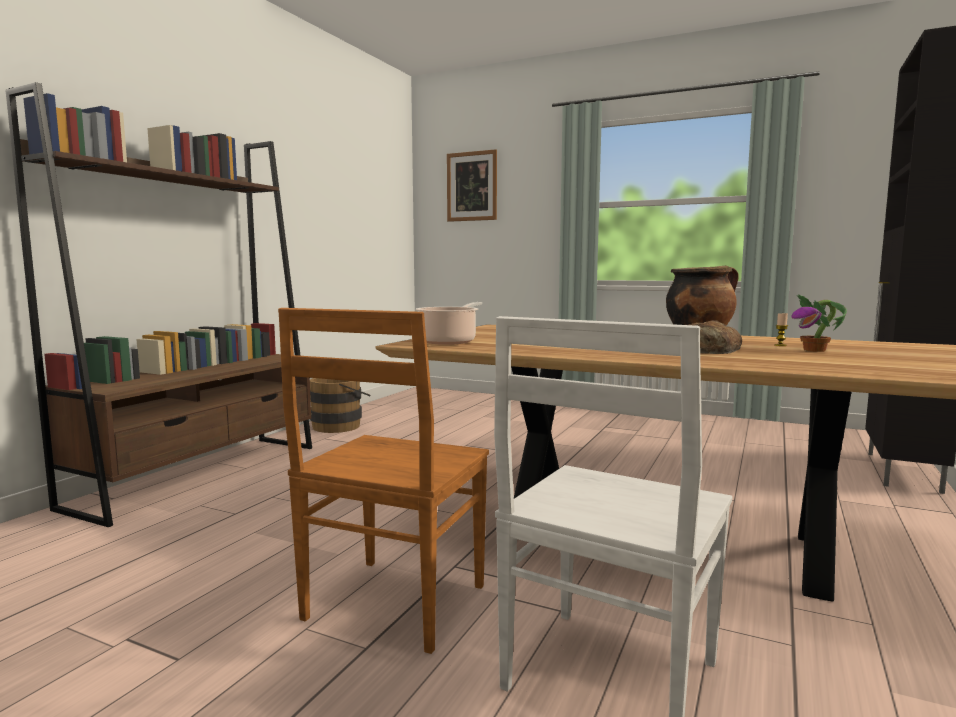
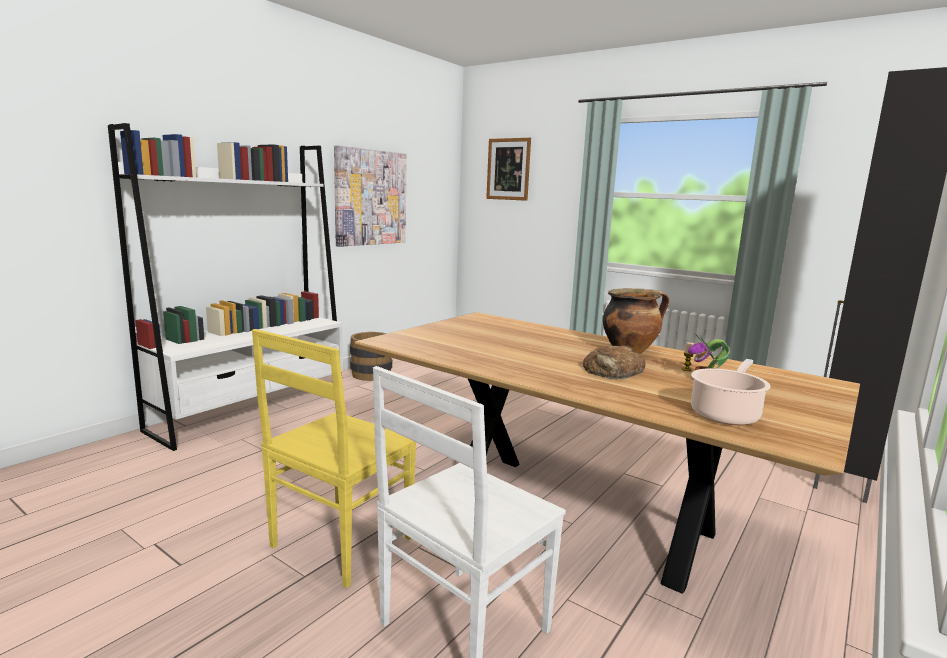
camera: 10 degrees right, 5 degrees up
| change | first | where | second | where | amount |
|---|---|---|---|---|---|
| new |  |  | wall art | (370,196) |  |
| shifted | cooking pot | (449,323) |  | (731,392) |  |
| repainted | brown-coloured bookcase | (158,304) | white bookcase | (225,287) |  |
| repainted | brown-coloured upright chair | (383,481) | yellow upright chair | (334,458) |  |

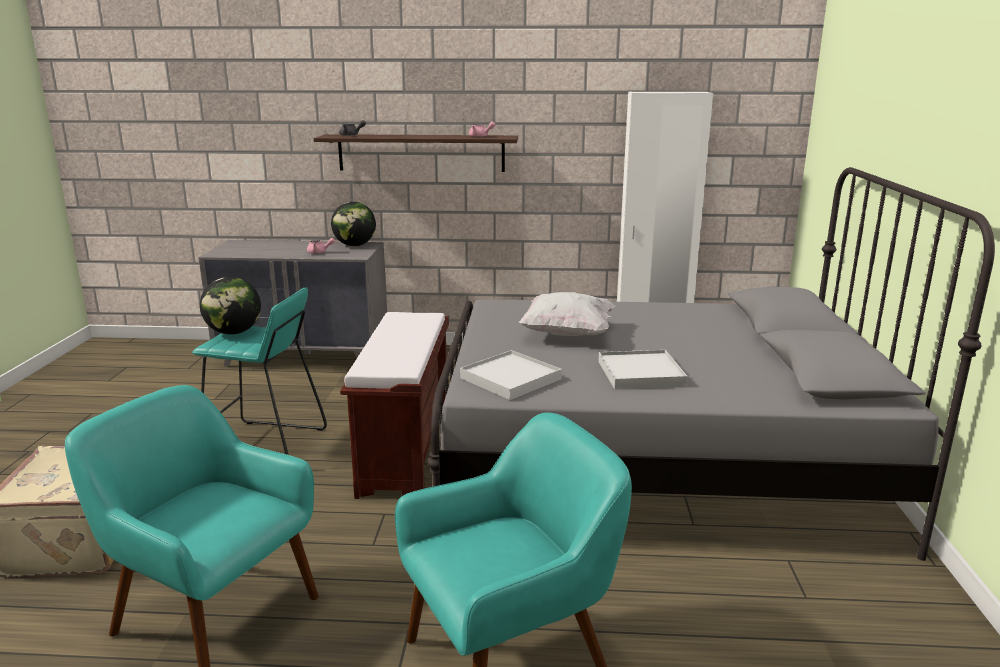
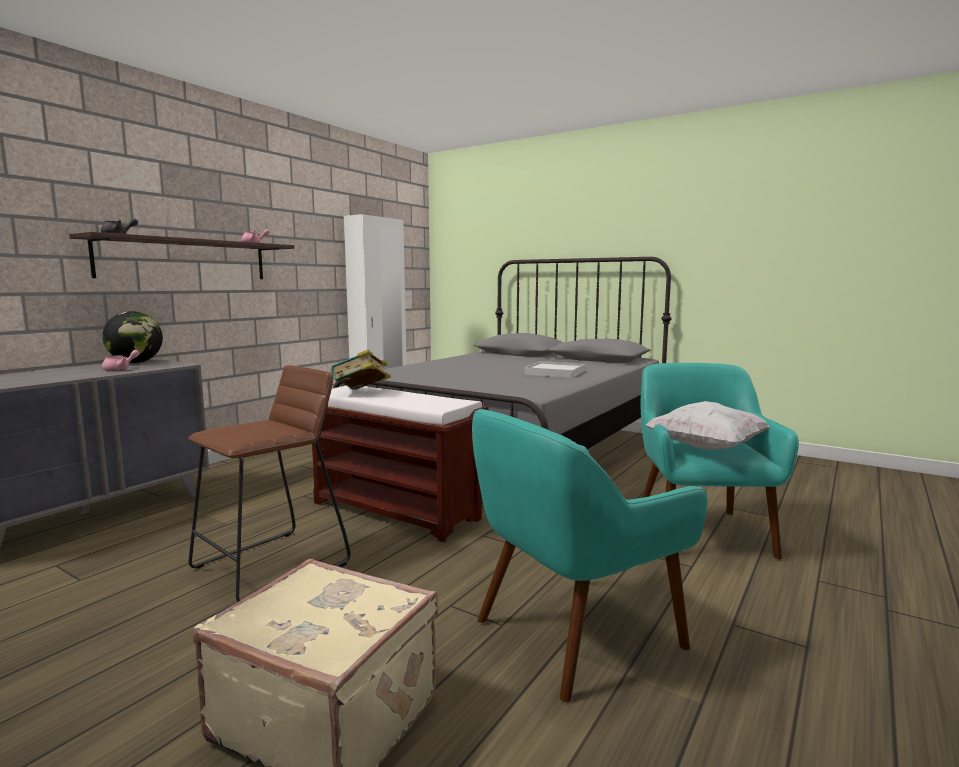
camera: 60 degrees left, 10 degrees down
| change | first | where | second | where | amount |
|---|---|---|---|---|---|
| gone | world globe | (230,305) |  |  |  |
| gone | white serving tray | (511,375) |  |  |  |
| new |  |  | volume | (361,370) |  |
| shifted | white throw pillow | (567,314) |  | (708,425) |  |
| repainted | turquoise-coloured stool | (259,371) | brown-coloured stool | (269,483) |  |

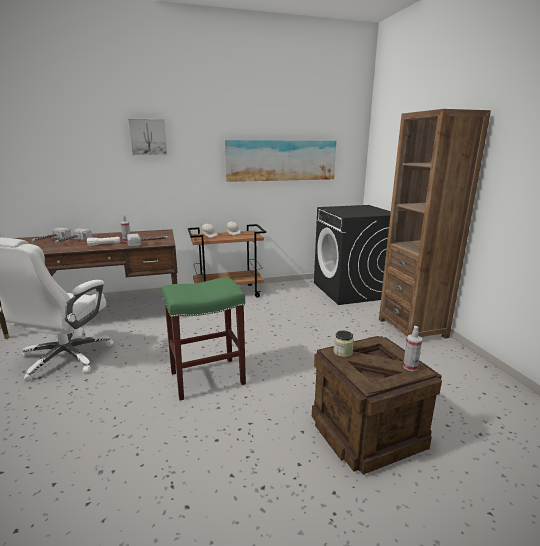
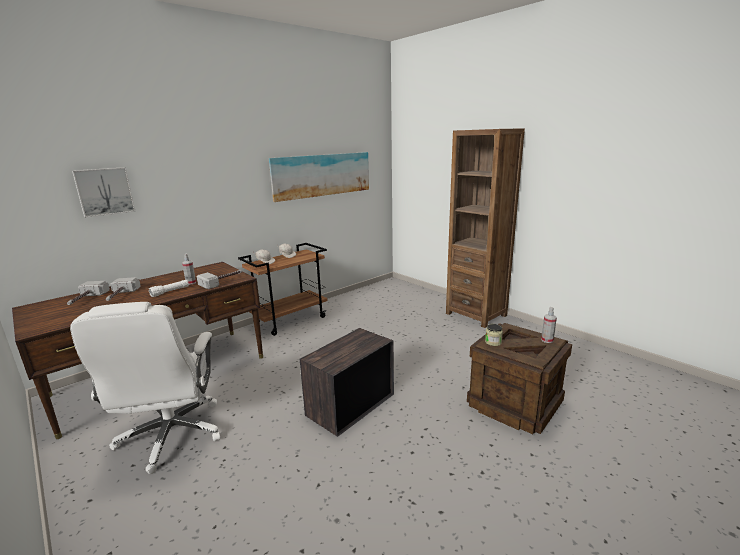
camera: 25 degrees left, 0 degrees up
| change | first | where | second | where | amount |
|---|---|---|---|---|---|
| gone | black-coloured laundry appliance | (352,255) |  |  |  |
| shifted | wall art | (148,137) |  | (103,192) |  |
| swapped | green-coloured stool | (204,338) | packing crate | (347,382) |  |

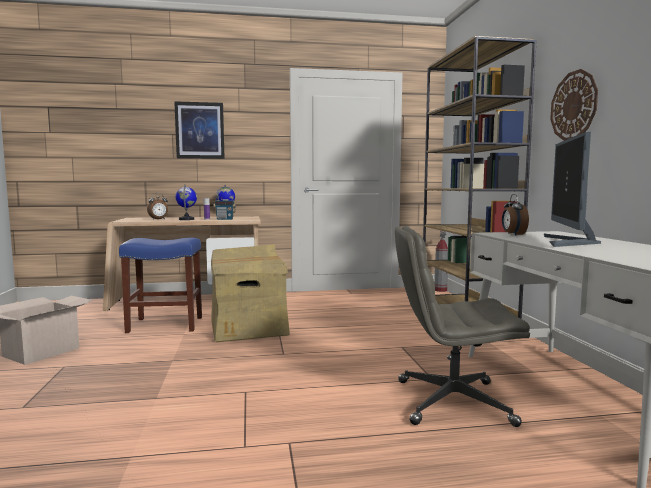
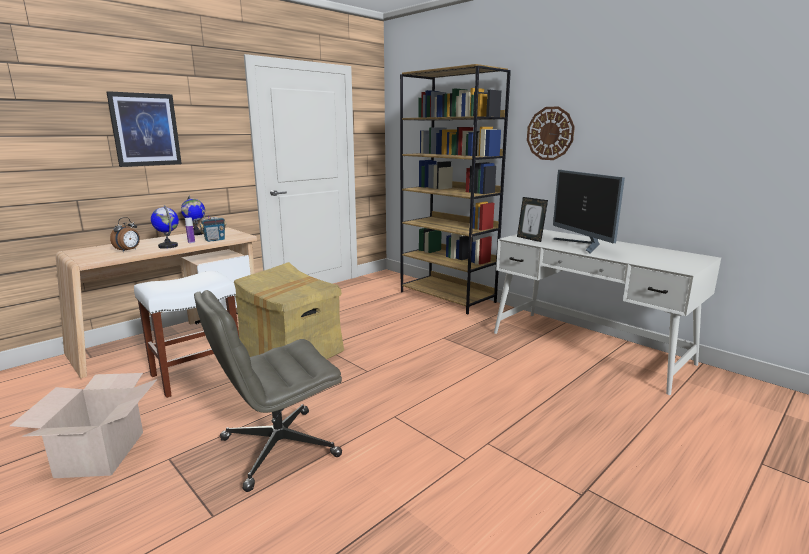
camera: 35 degrees left, 10 degrees up
| change | first | where | second | where | amount |
|---|---|---|---|---|---|
| gone | extinguisher | (441,261) |  |  |  |
| shifted | gray computer chair | (462,326) |  | (268,391) |  |
| swapped | alarm clock | (515,215) | standing frame | (532,219) |  |
| repainted | blue-coloured stool | (160,285) | white stool | (186,334) |  |

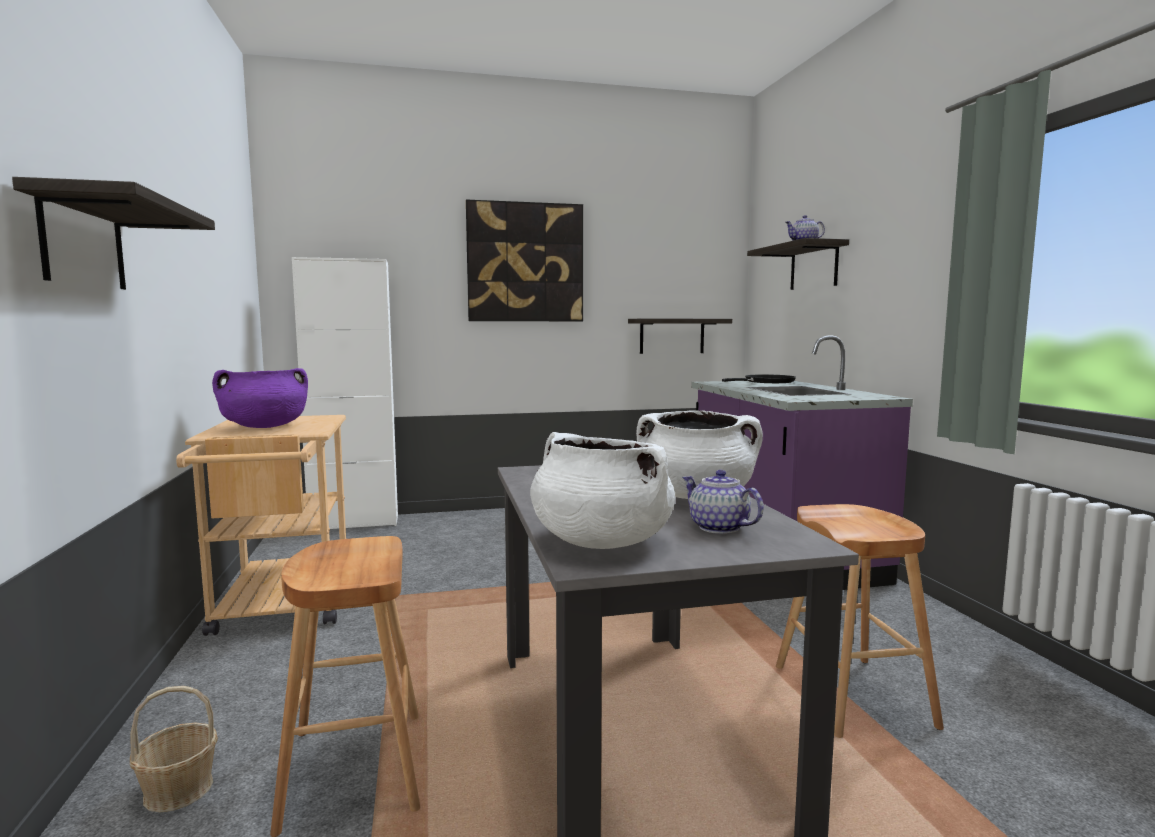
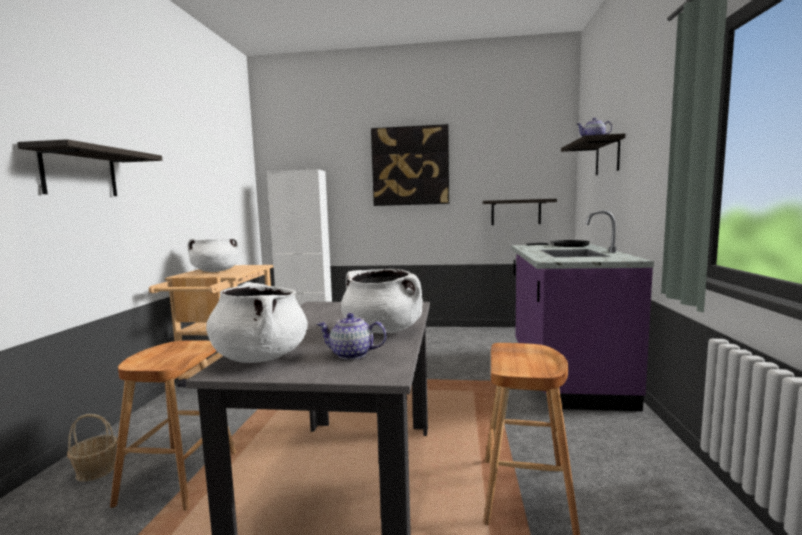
camera: 20 degrees right, 0 degrees up
| change | first | where | second | where | amount |
|---|---|---|---|---|---|
| repainted | purple cooking pot | (260,398) | white cooking pot | (213,254) |  |
| rotated | teapot | (723,502) |  | (352,336) | 60 degrees counterclockwise |

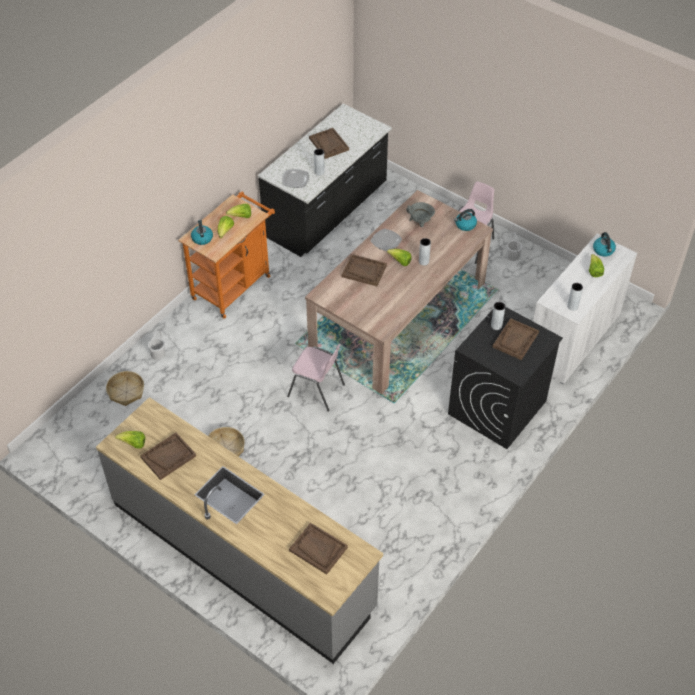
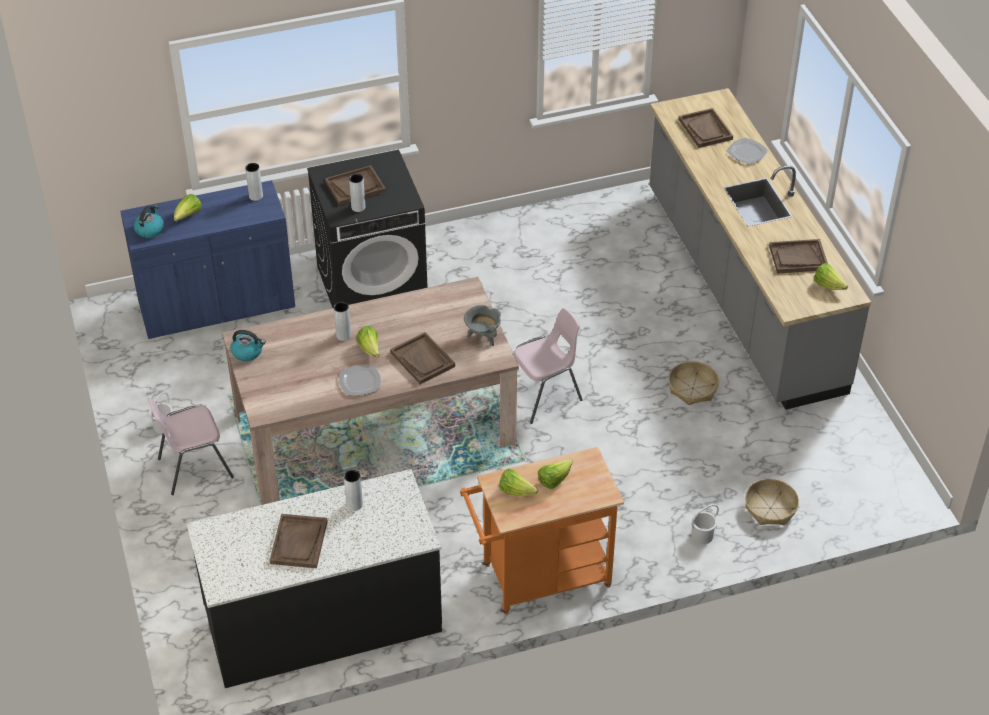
camera: 145 degrees left, 5 degrees down
| change | first | where | second | where | amount |
|---|---|---|---|---|---|
| gone | water kettle | (202,232) |  |  |  |
| shifted | flat dish | (295,178) |  | (747,151) |  |
| shifted | gray cooking pot | (420,214) |  | (482,325) |  |
| repainted | white cabinet | (585,308) | blue-coloured cabinet | (207,259) |  |
| rotated | pink upright chair | (316,378) |  | (548,366) | 90 degrees clockwise |

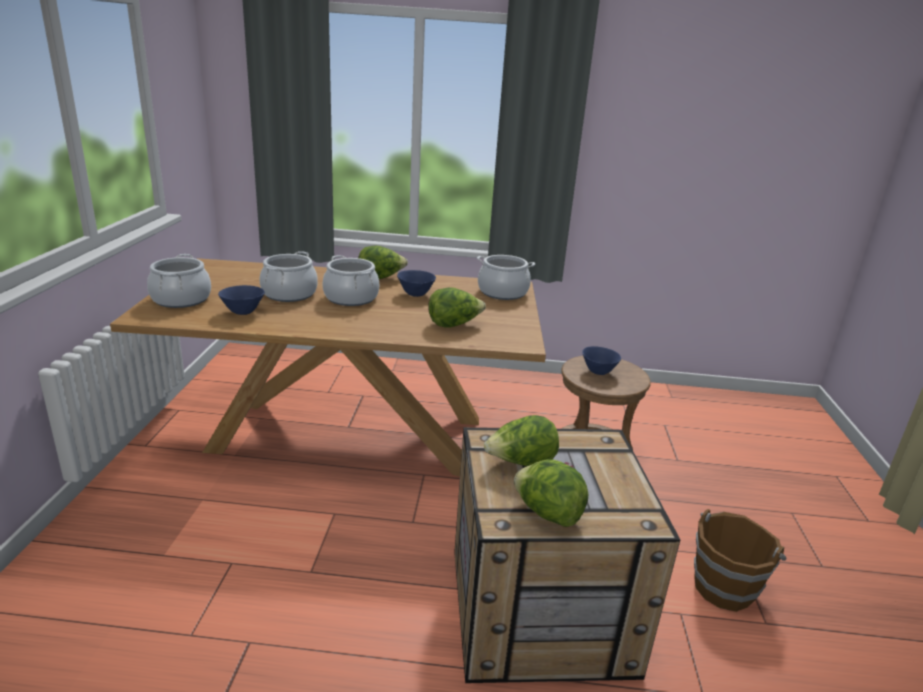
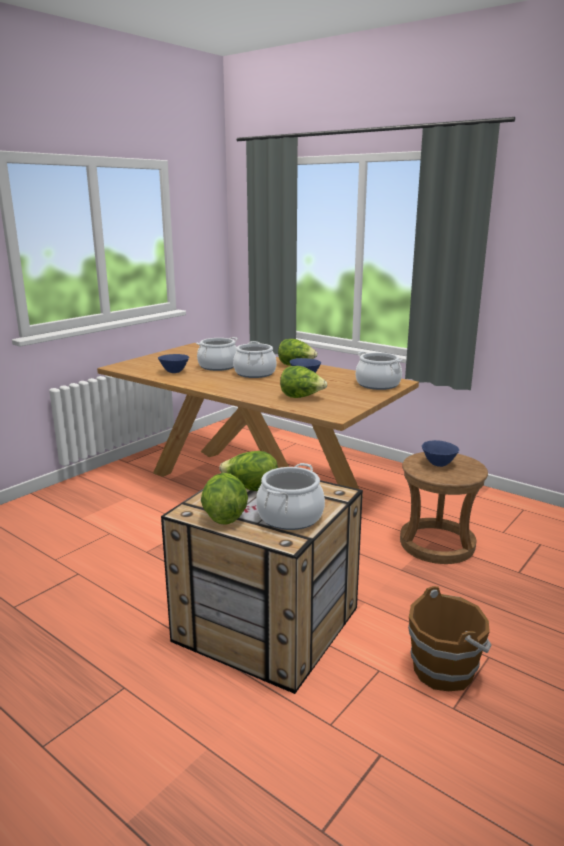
camera: 35 degrees right, 5 degrees down
| change | first | where | second | where | amount |
|---|---|---|---|---|---|
| shifted | cooking pot | (179,281) |  | (290,496) |  |

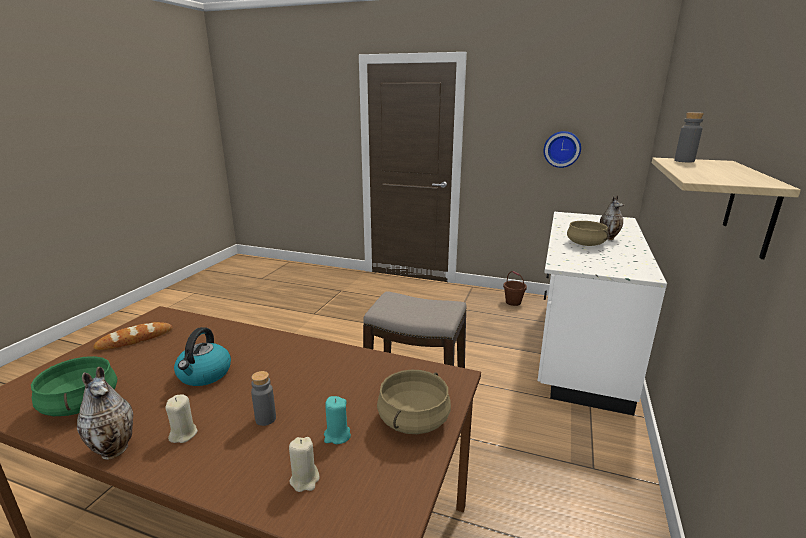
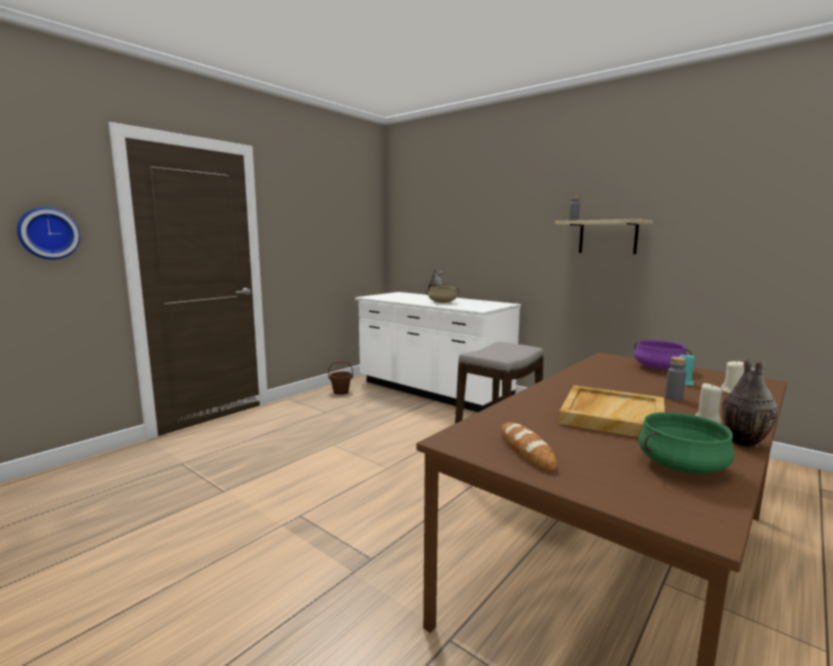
camera: 70 degrees left, 10 degrees down
| change | first | where | second | where | amount |
|---|---|---|---|---|---|
| shifted | clock on the wall | (562,149) |  | (48,233) |  |
| swapped | water kettle | (202,356) | sand-coloured serving tray | (612,411) |  |
| repainted | sand-coloured cooking pot | (414,402) | purple cooking pot | (663,355) |  |

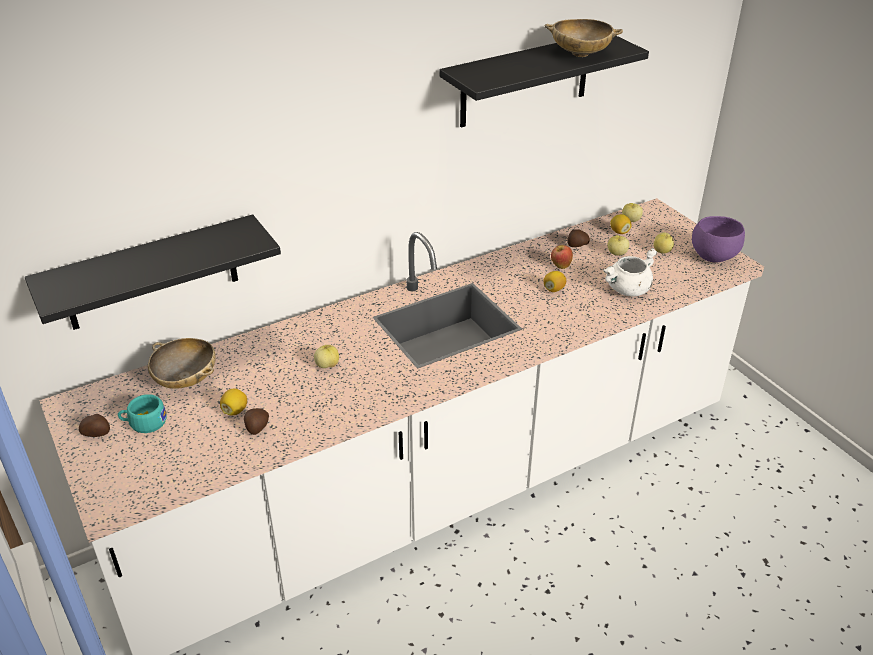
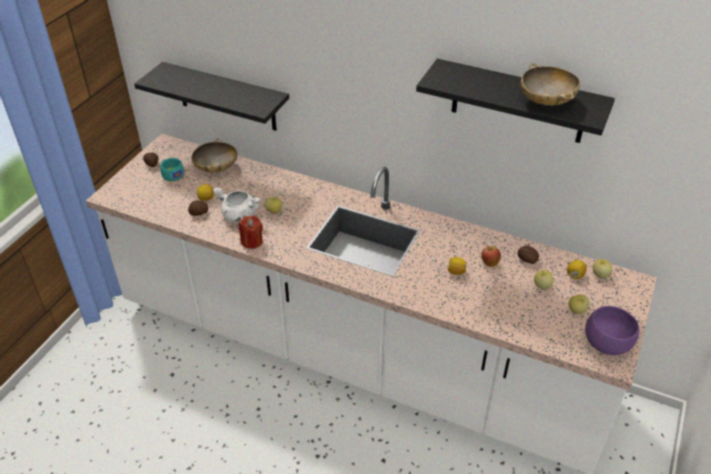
camera: 55 degrees right, 5 degrees up
| change | first | where | second | where | amount |
|---|---|---|---|---|---|
| new |  |  | red-coloured candle | (251,232) |  |
| shifted | white cooking pot | (630,272) |  | (237,205) |  |

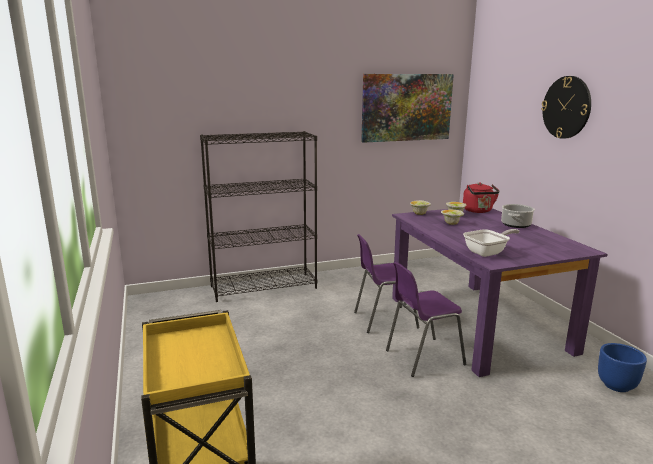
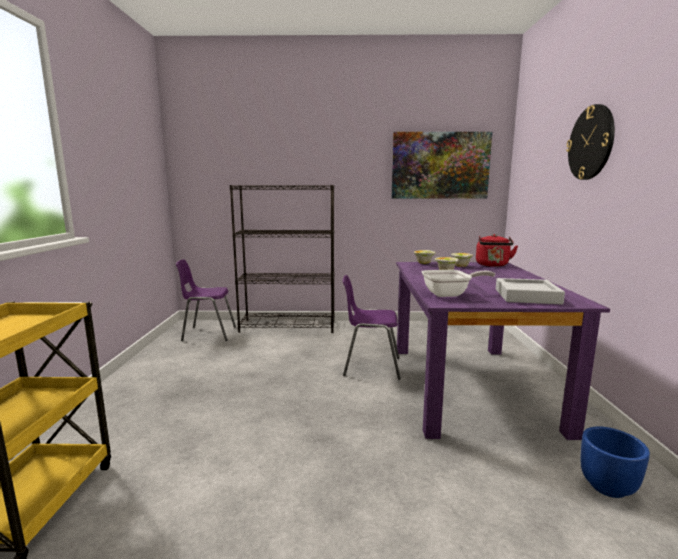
camera: 20 degrees right, 5 degrees down
| change | first | where | second | where | amount |
|---|---|---|---|---|---|
| gone | cooking pot | (518,216) |  |  |  |
| new |  |  | gray serving tray | (530,291) |  |
| shifted | purple upright chair | (426,319) |  | (206,300) |  |

